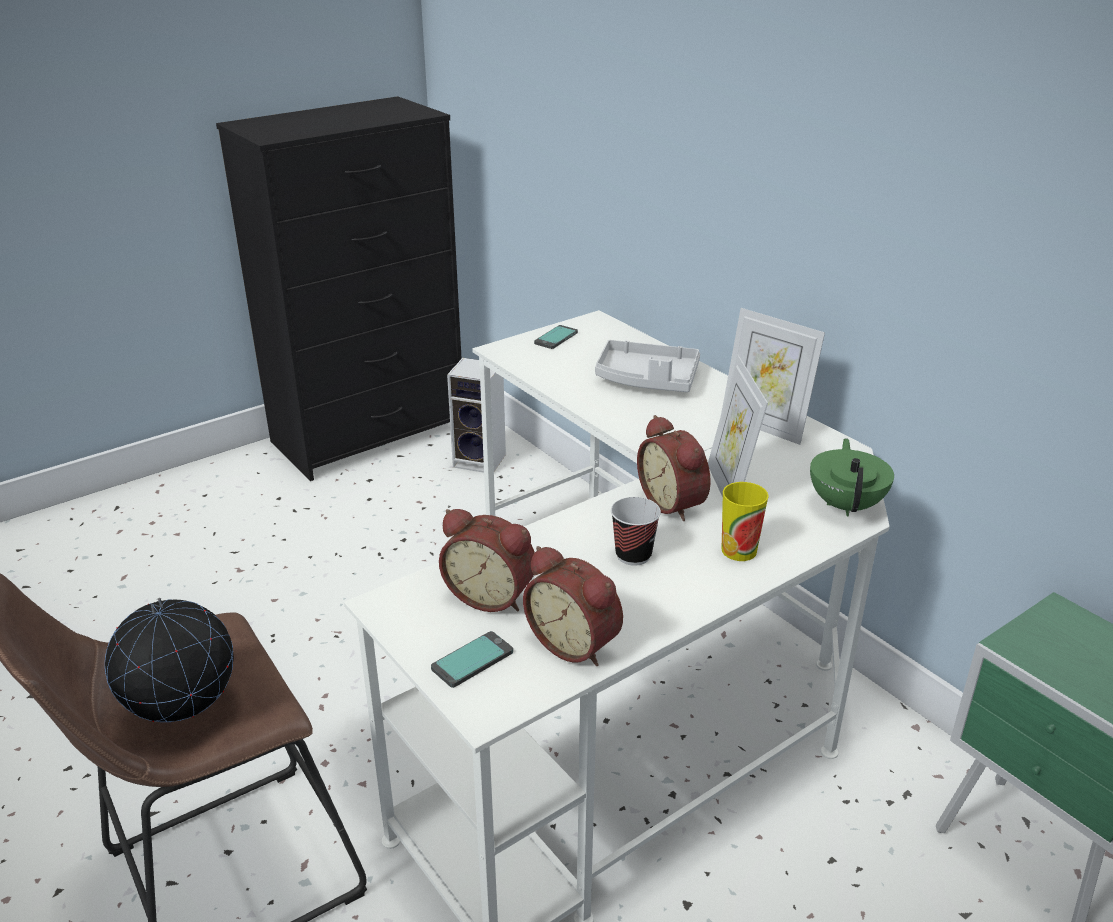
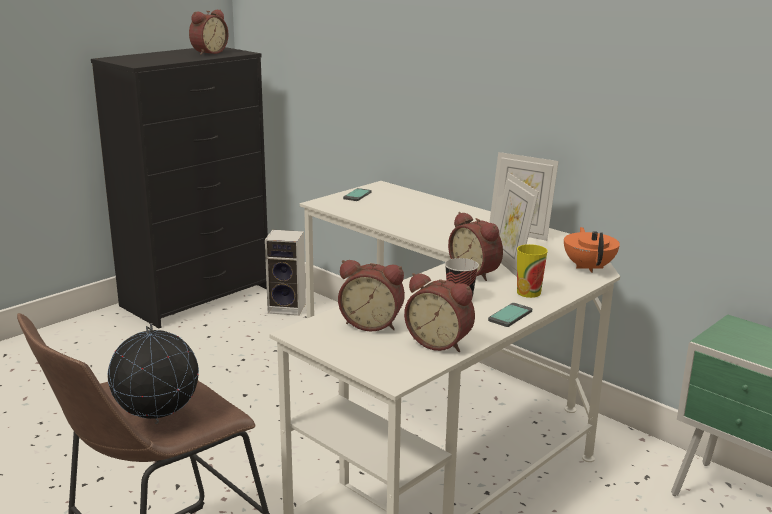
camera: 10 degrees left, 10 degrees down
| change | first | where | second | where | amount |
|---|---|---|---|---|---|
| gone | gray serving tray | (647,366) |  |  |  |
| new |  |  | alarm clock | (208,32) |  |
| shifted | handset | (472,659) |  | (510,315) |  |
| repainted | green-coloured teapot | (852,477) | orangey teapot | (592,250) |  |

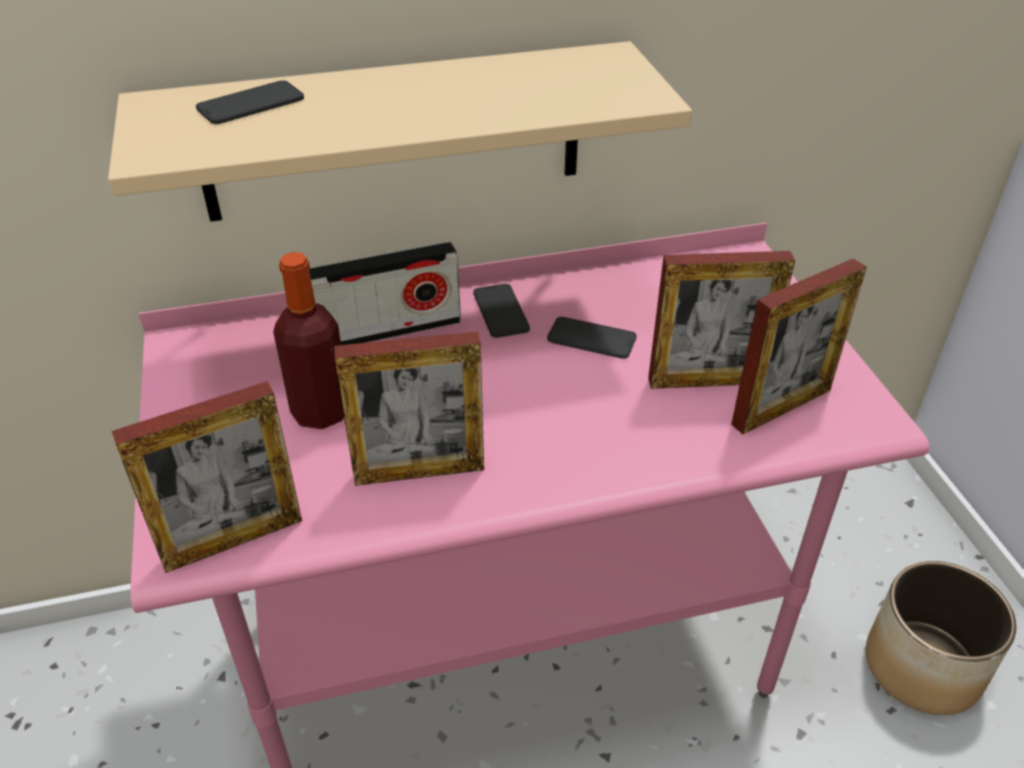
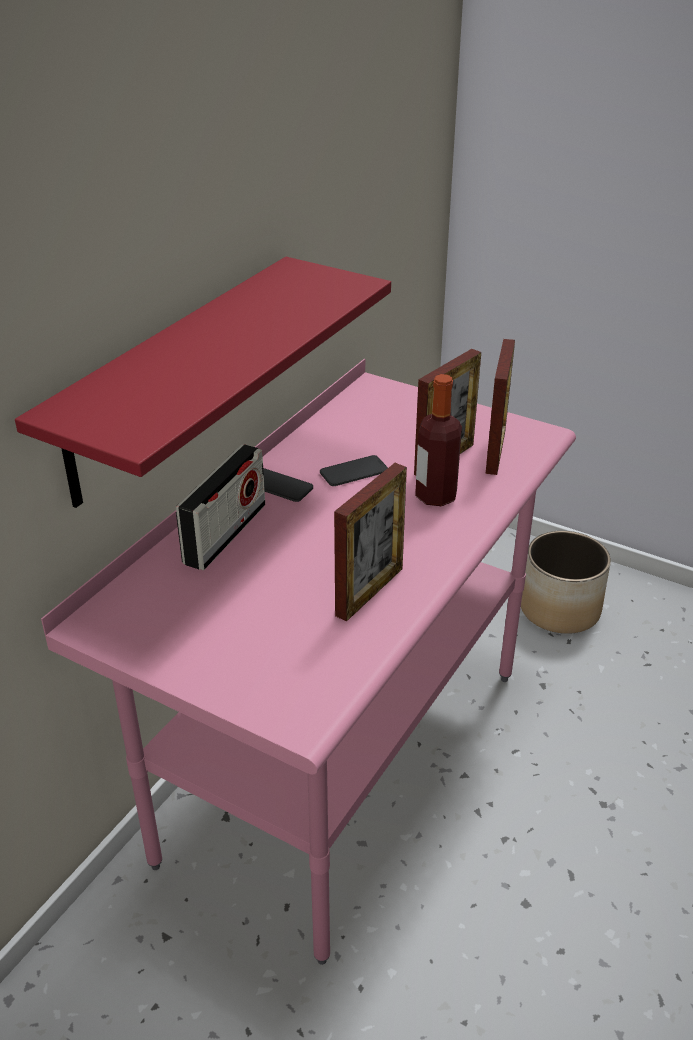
camera: 45 degrees left, 5 degrees down
| change | first | where | second | where | amount |
|---|---|---|---|---|---|
| gone | standing frame | (207,477) |  |  |  |
| gone | handset | (250,102) |  |  |  |
| shifted | bottle | (308,340) |  | (438,440) |  |
| repainted | sand-coloured wall shelf | (400,131) | red-coloured wall shelf | (203,382) |  |

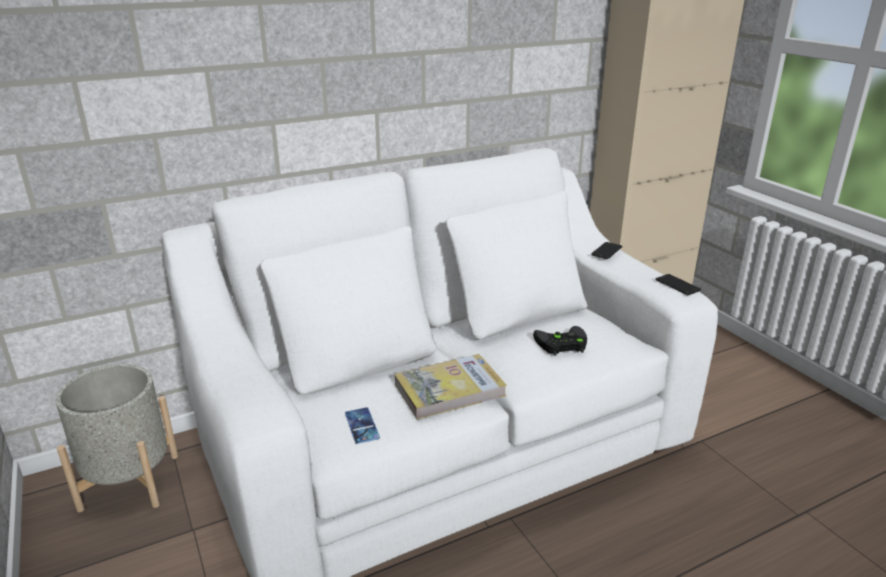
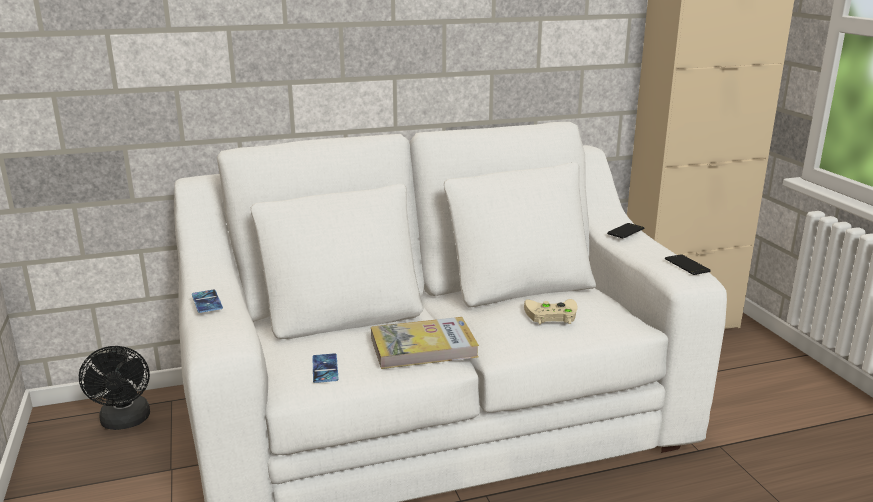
camera: 10 degrees right, 5 degrees down
| change | first | where | second | where | amount |
|---|---|---|---|---|---|
| new |  |  | handset | (207,301) |  |
| swapped | gray planter | (116,438) | black-coloured cooling fan | (114,388) |  |
| repainted | black-coloured joypad | (560,341) | sand-coloured joypad | (550,311) |  |

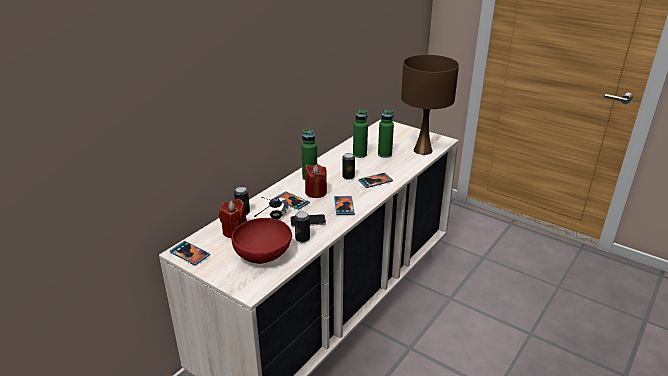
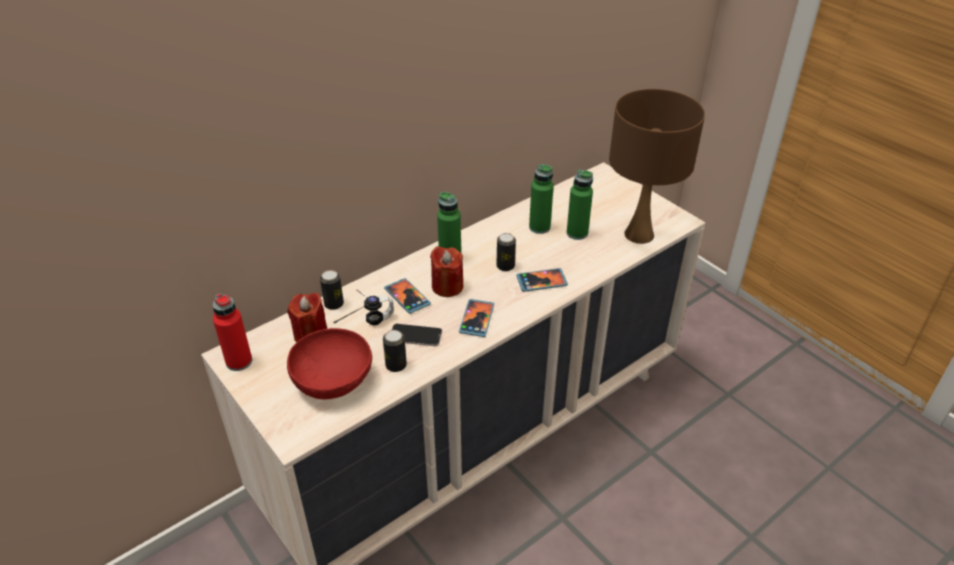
camera: 15 degrees right, 10 degrees up
| change | first | where | second | where | amount |
|---|---|---|---|---|---|
| swapped | handset | (190,253) | red-coloured bottle | (232,332) |  |

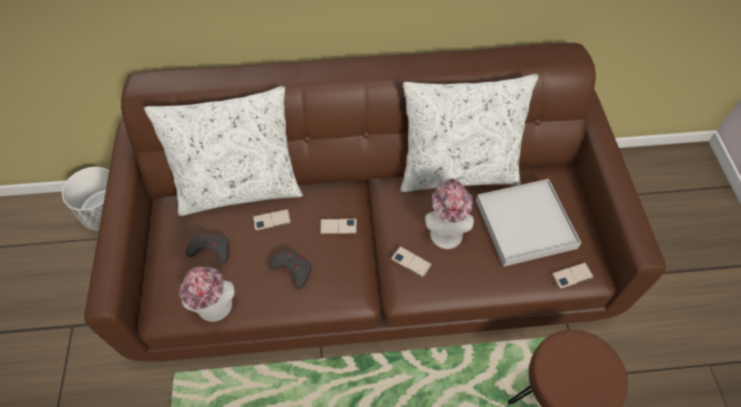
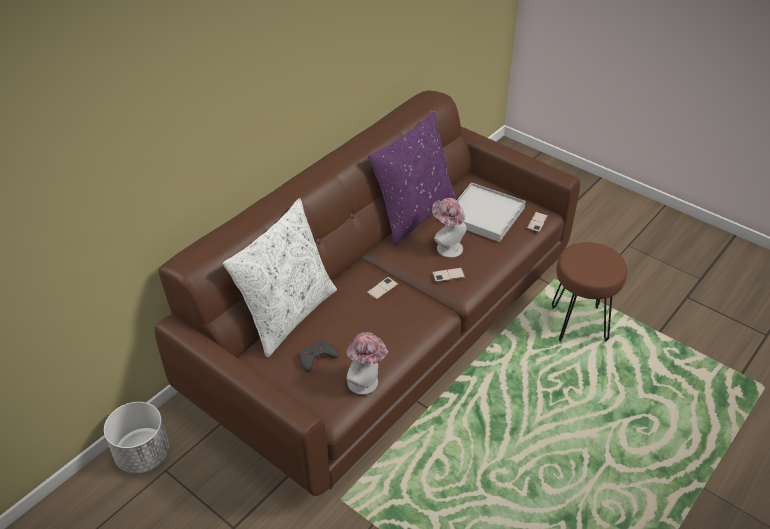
camera: 45 degrees left, 15 degrees down
| change | first | where | second | where | amount |
|---|---|---|---|---|---|
| gone | handset | (272,220) |  |  |  |
| gone | gray joypad | (289,269) |  |  |  |
| repainted | white throw pillow | (469,133) | purple throw pillow | (412,178) |  |

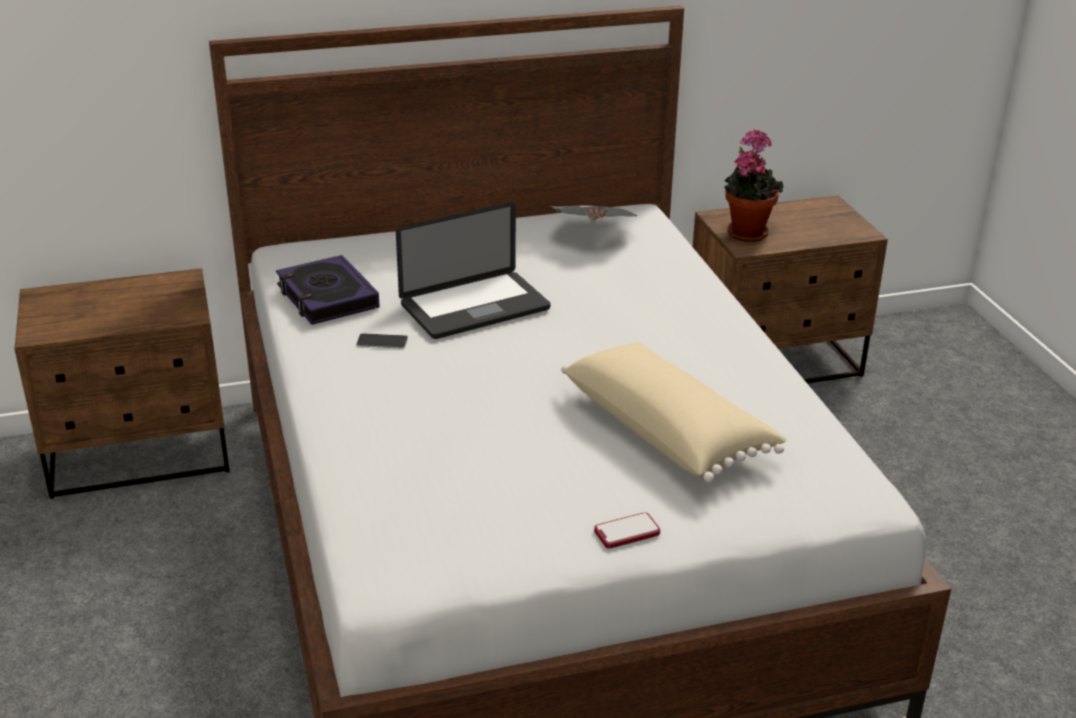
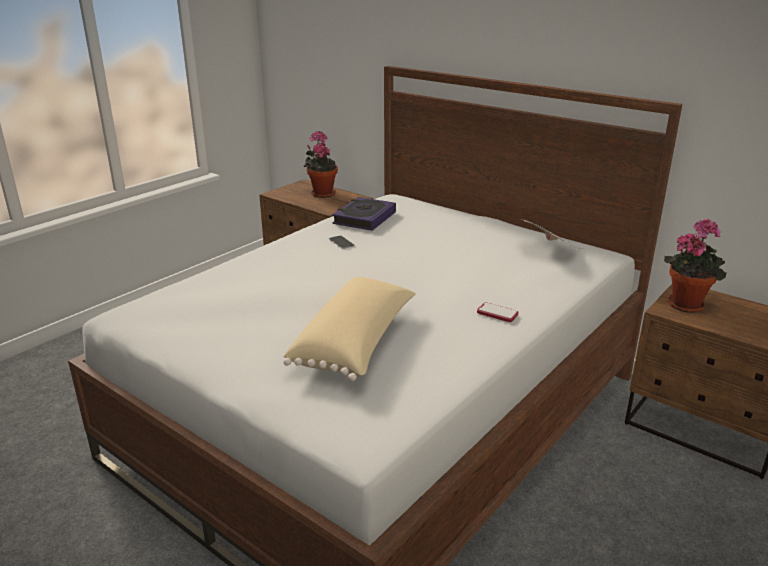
camera: 55 degrees right, 5 degrees down
| change | first | where | second | where | amount |
|---|---|---|---|---|---|
| gone | notebook computer | (473,270) |  |  |  |
| new |  |  | plant in a pot | (321,164) |  |
| shifted | handset | (627,530) |  | (497,312) |  |

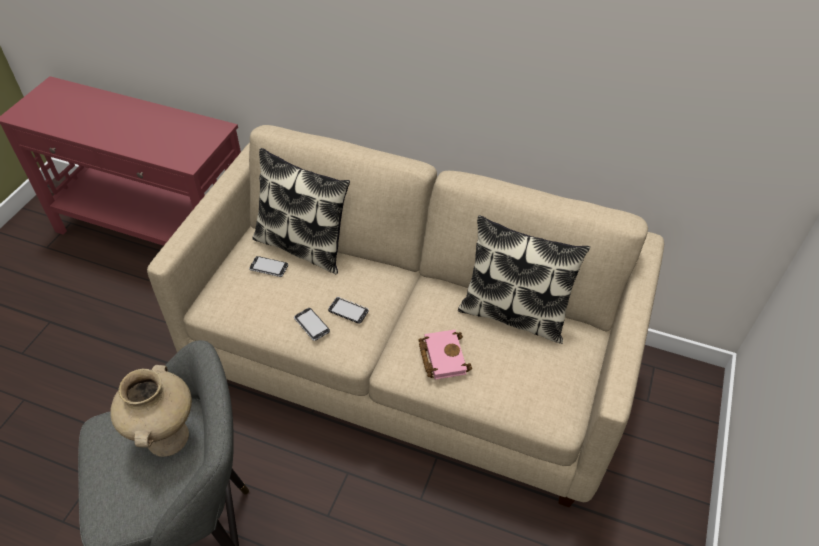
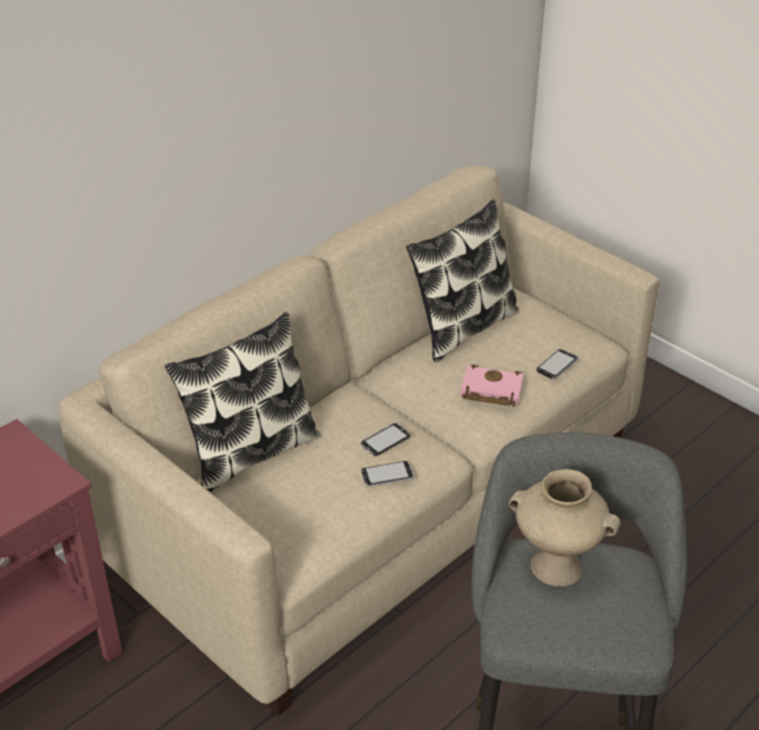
camera: 65 degrees left, 10 degrees down
| change | first | where | second | where | amount |
|---|---|---|---|---|---|
| shifted | handset | (268,266) |  | (557,364) |  |

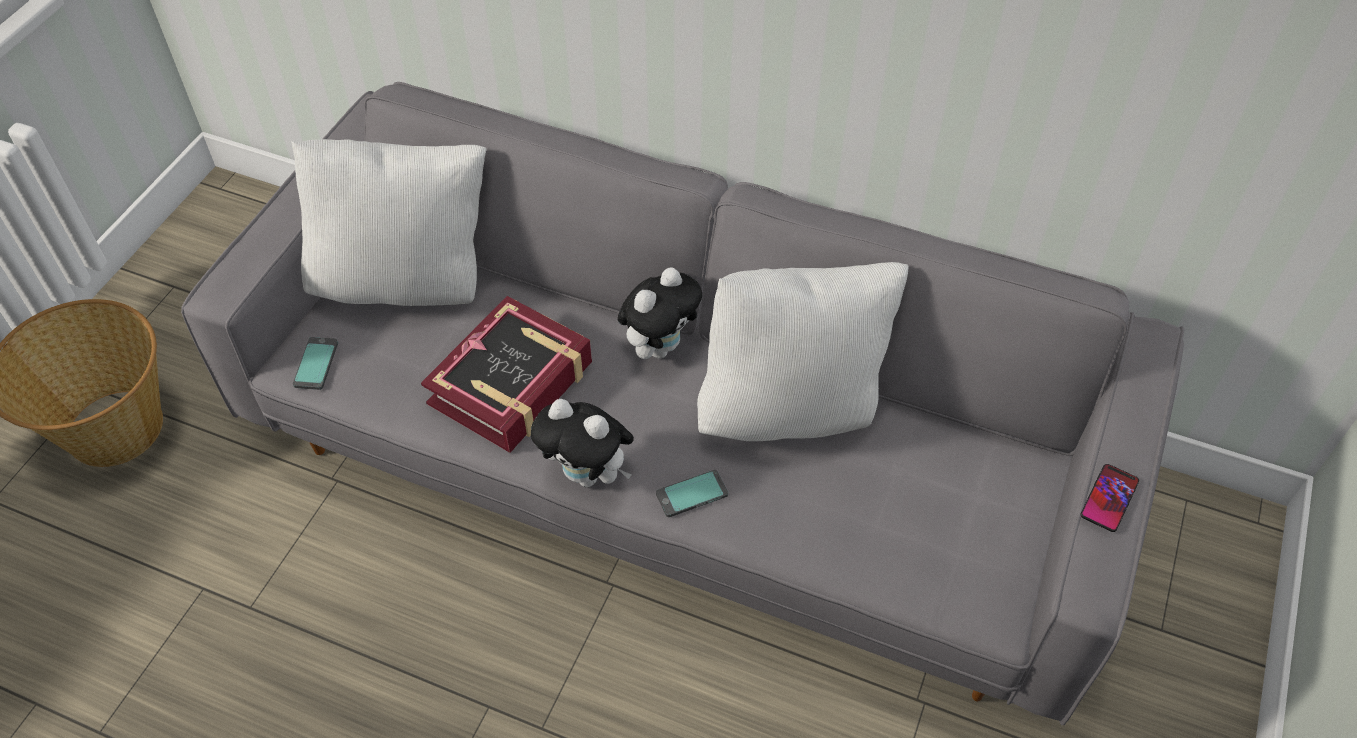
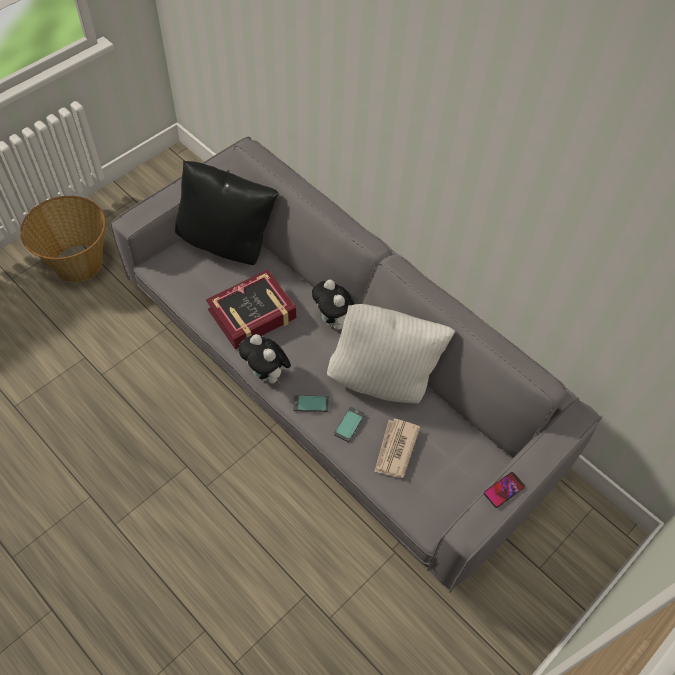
camera: 20 degrees right, 5 degrees up
| change | first | where | second | where | amount |
|---|---|---|---|---|---|
| new |  |  | daily paper | (397,448) |  |
| shifted | handset | (315,363) |  | (349,424) |  |
| repainted | white throw pillow | (389,222) | black-coloured throw pillow | (226,212) |  |
| rotated | cuddly toy | (660,313) |  | (333,305) | 90 degrees clockwise |

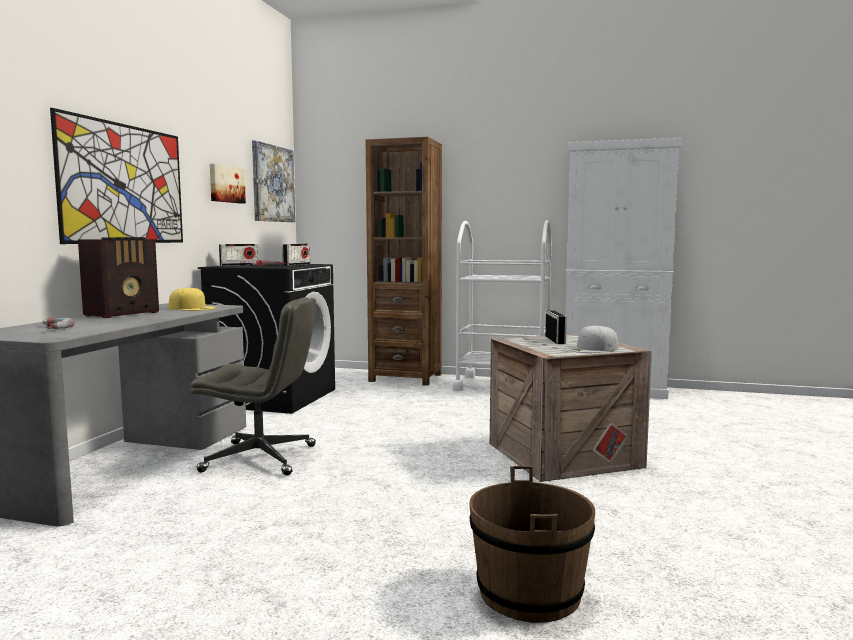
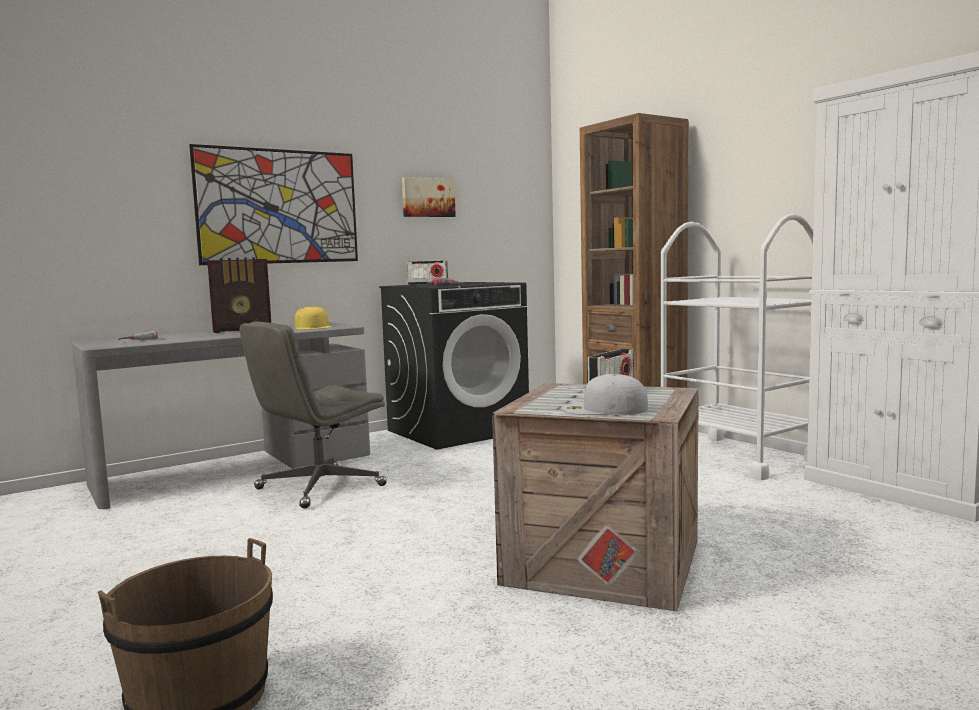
camera: 40 degrees right, 0 degrees up
| change | first | where | second | where | amount |
|---|---|---|---|---|---|
| gone | wall art | (273,181) |  |  |  |
| gone | radio receiver | (296,255) |  |  |  |
| rotated | gray computer chair | (253,386) |  | (313,415) | 90 degrees clockwise |

